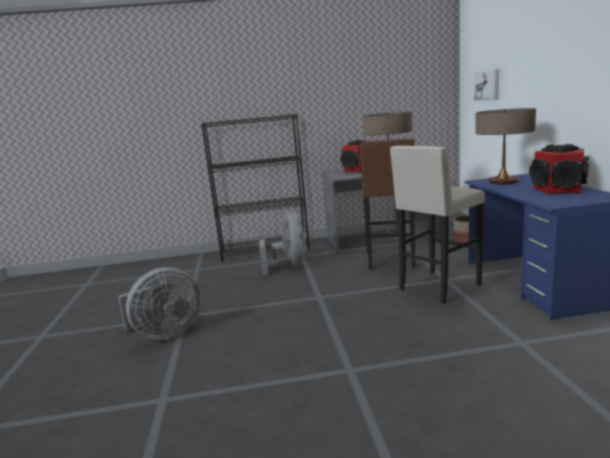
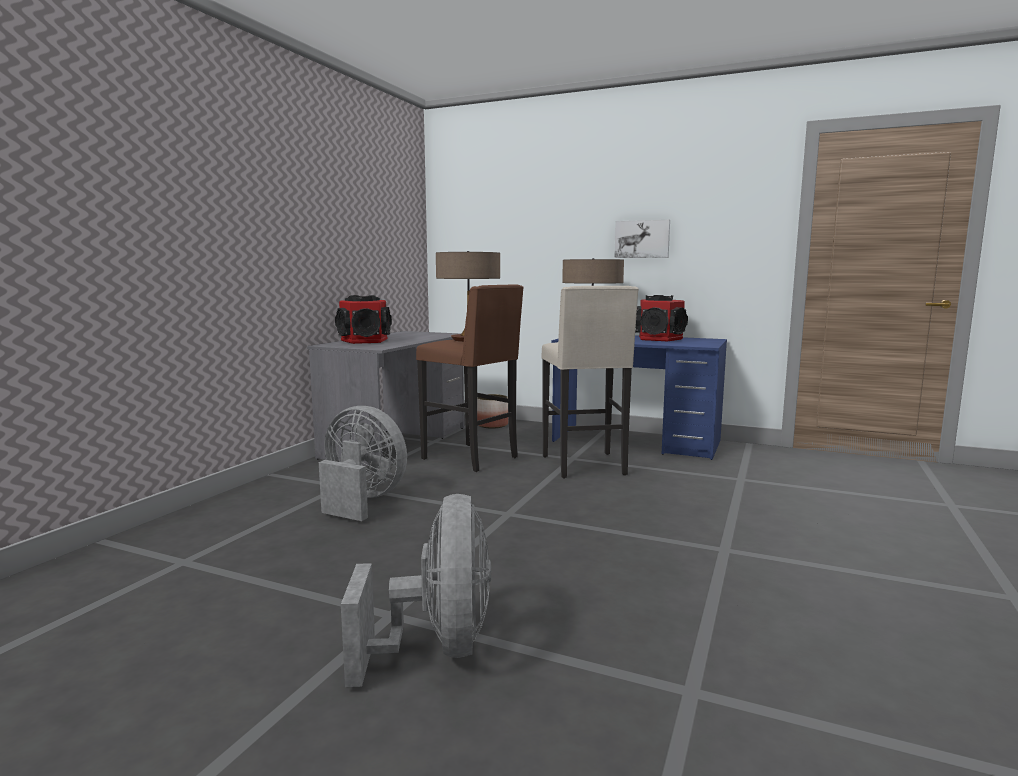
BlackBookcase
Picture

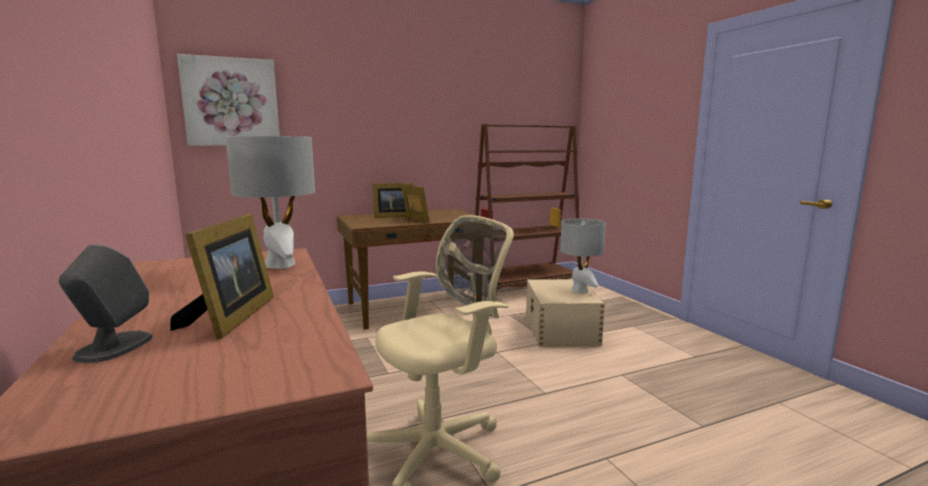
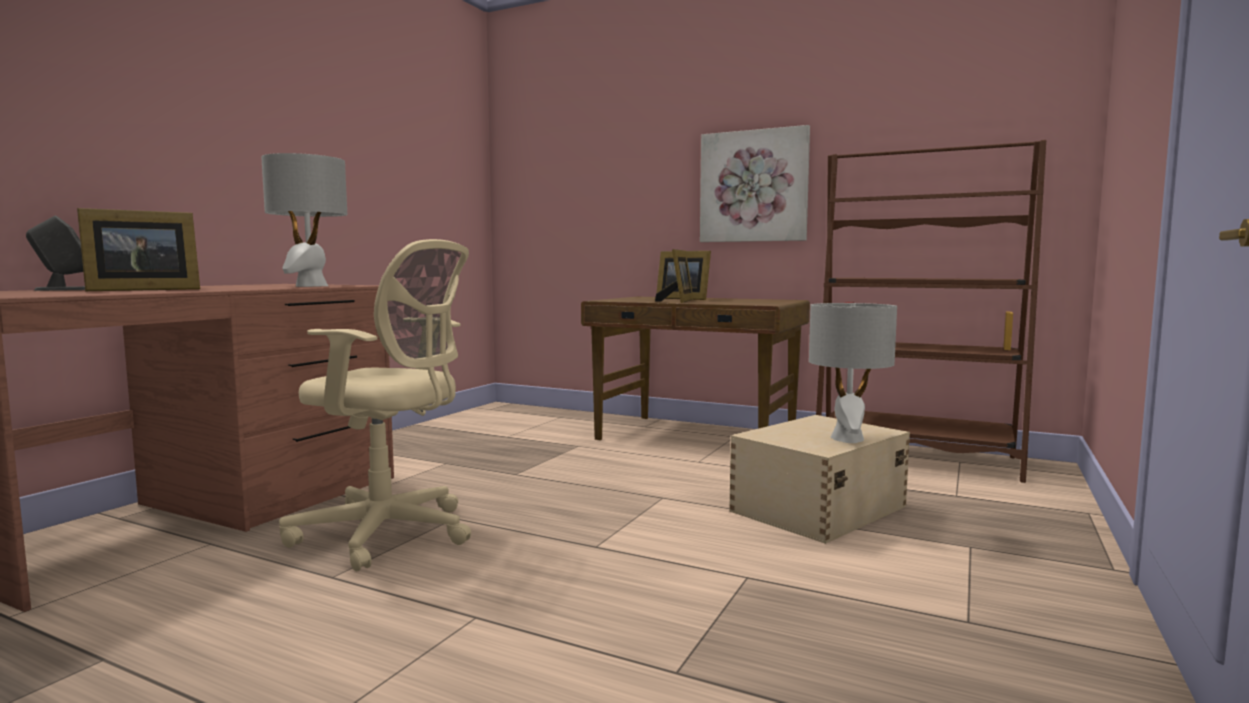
Picture

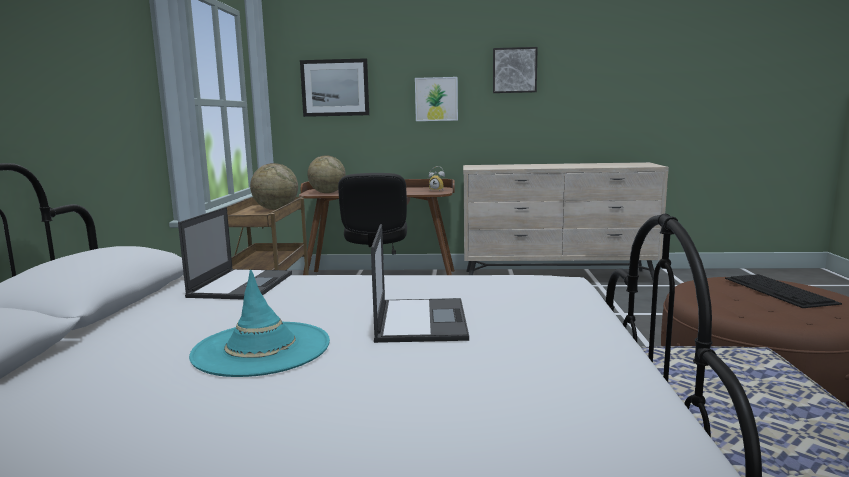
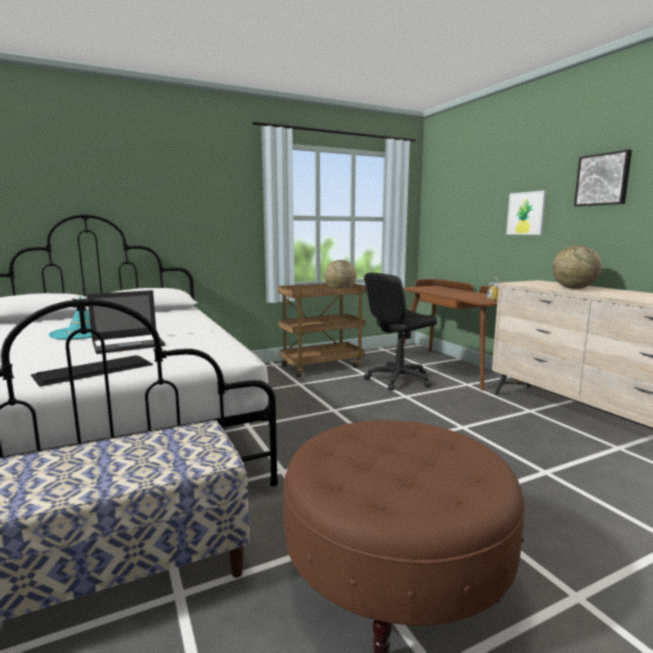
Laptop (no. 1 from left in the first image)
Picture (no. 1 from left in the first image)
Globe (no. 2 from left)
Keyboard

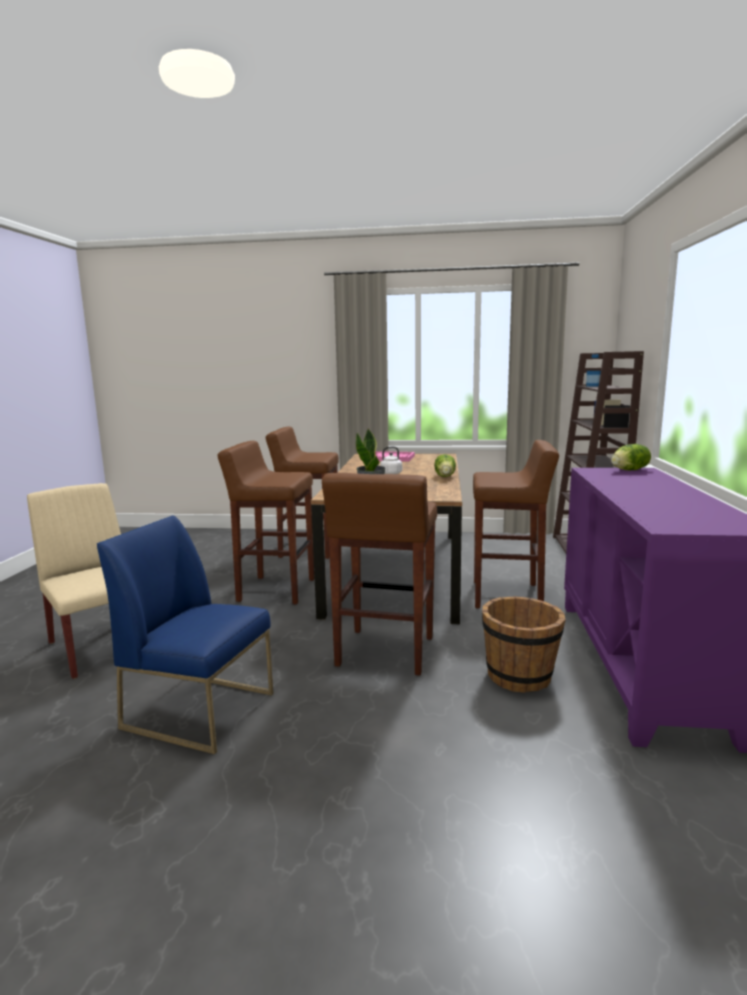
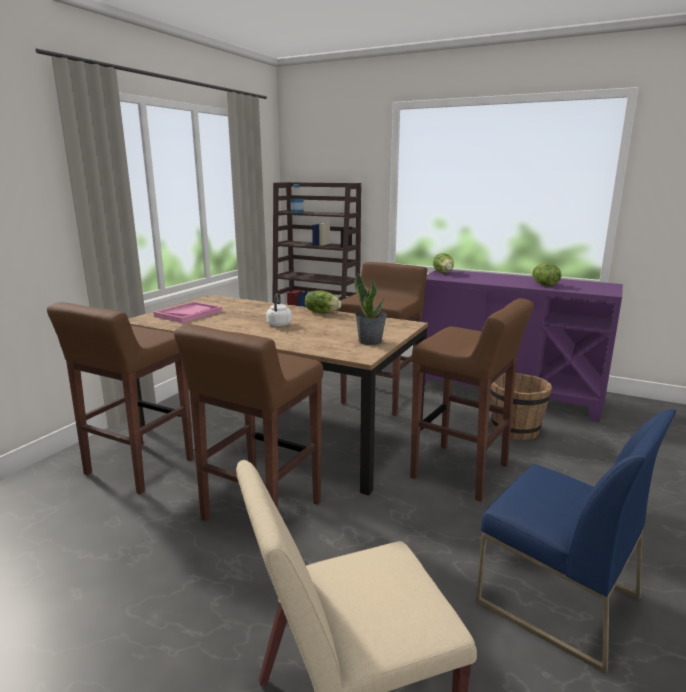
Lettuce (no. 3 from left)
BlueChair

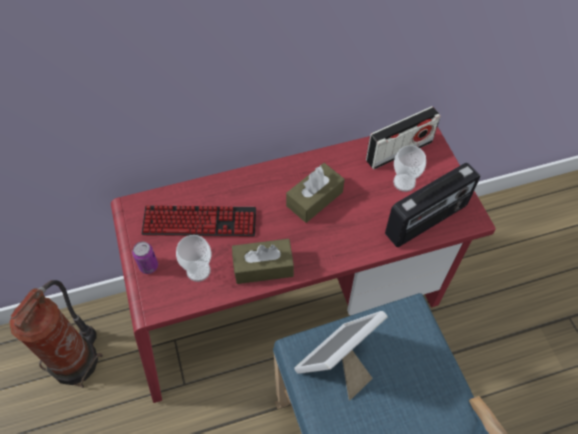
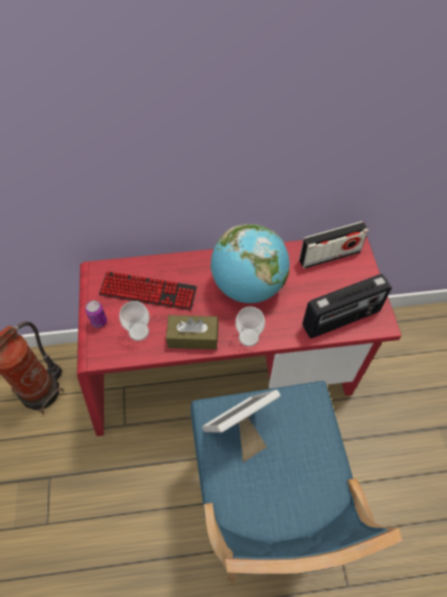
Cup (no. 2 from left)
Globe

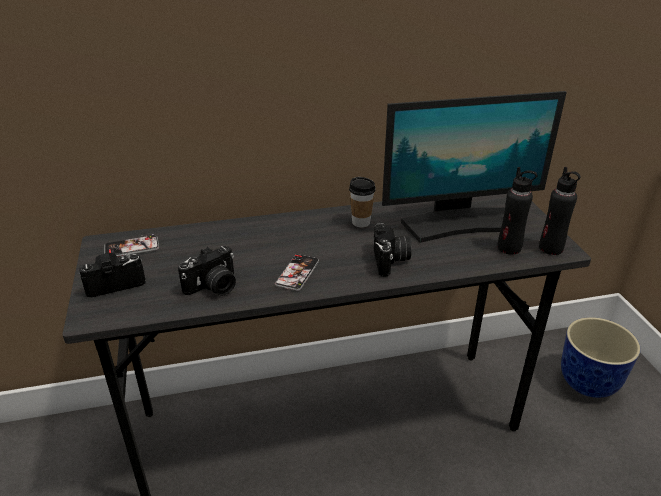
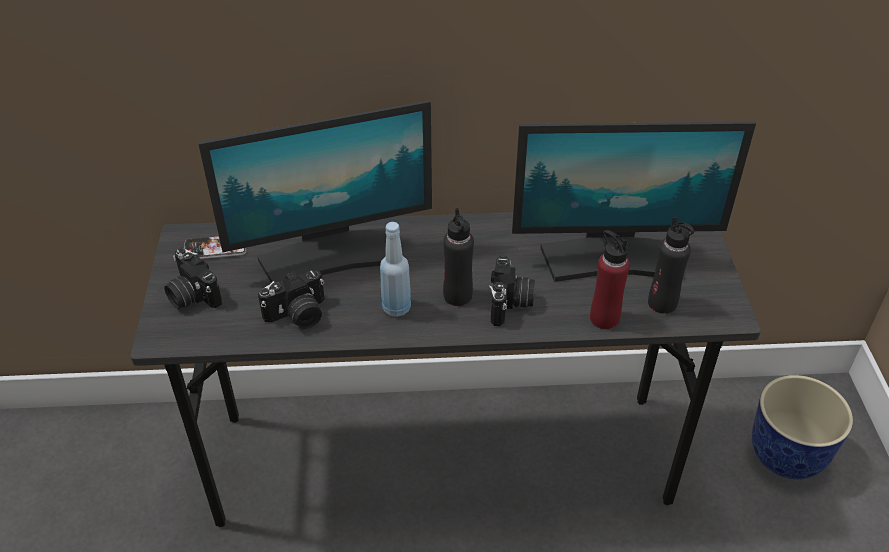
Cup
Monitor (no. 1 from left)
RedBottle
BlackBottle (no. 1 from left)
BlueBottle
PhotoCamera (no. 1 from left)

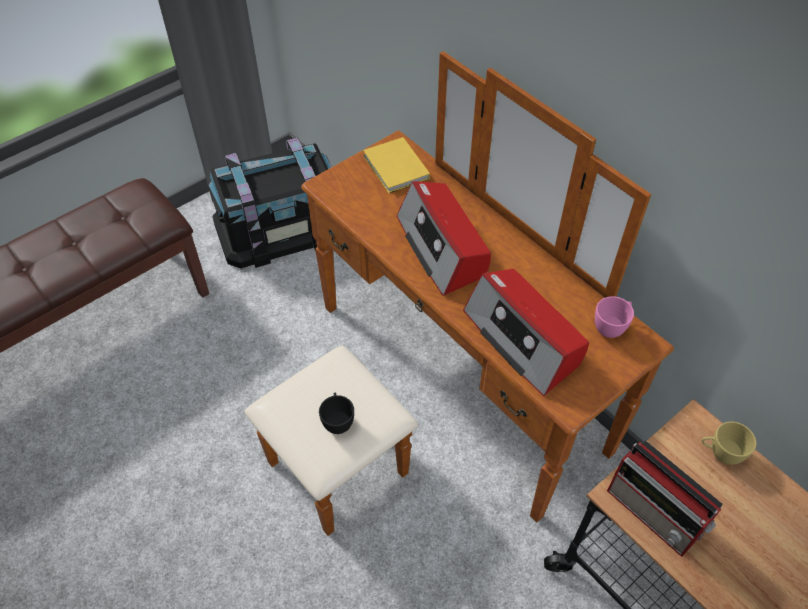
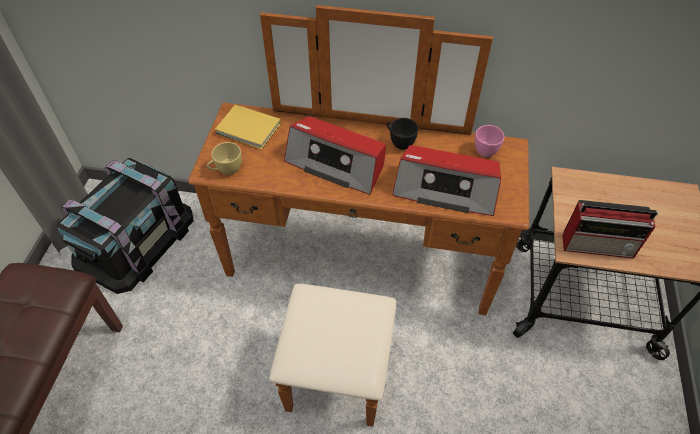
BlackCup
YellowCup

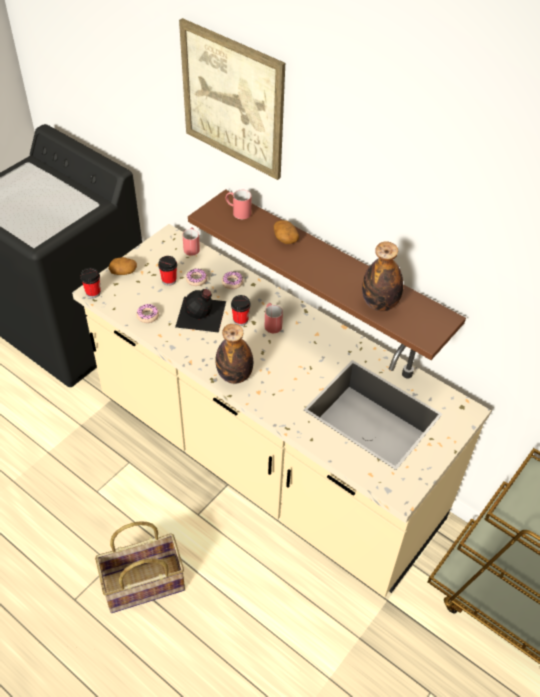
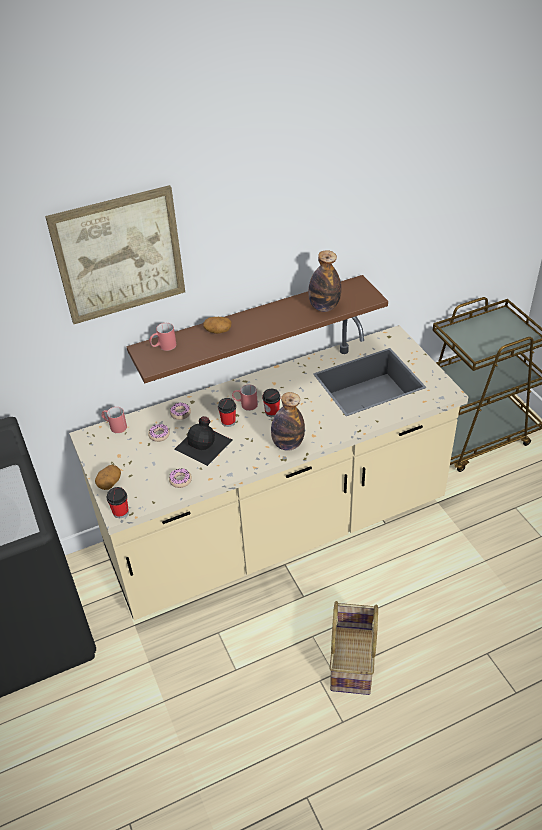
Cup (no. 3 from left)

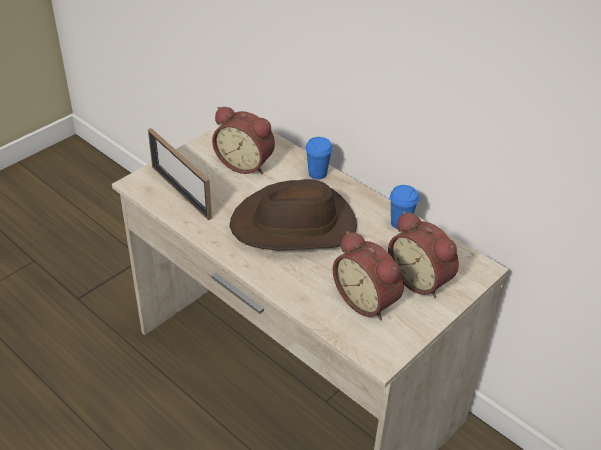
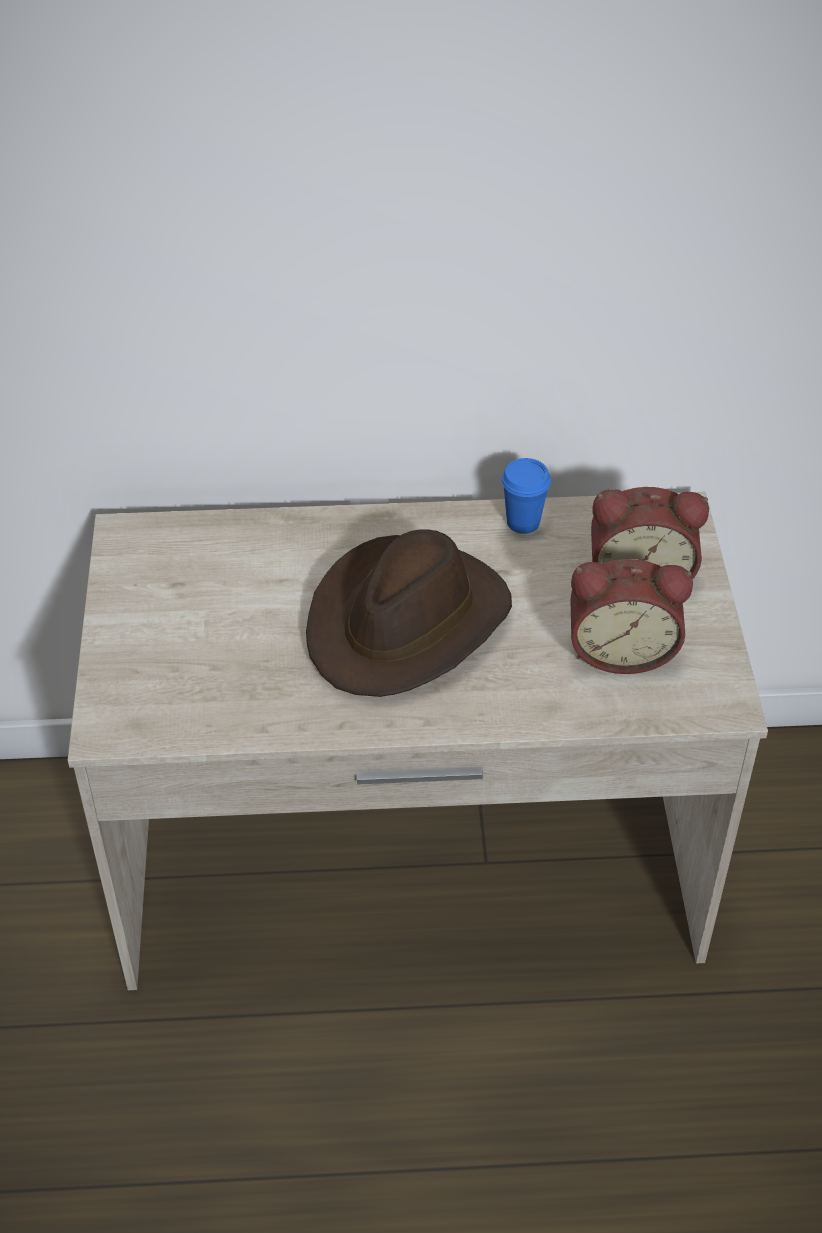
PictureFrame
AlarmClock (no. 1 from left in the first image)
BlueCup (no. 1 from left in the first image)

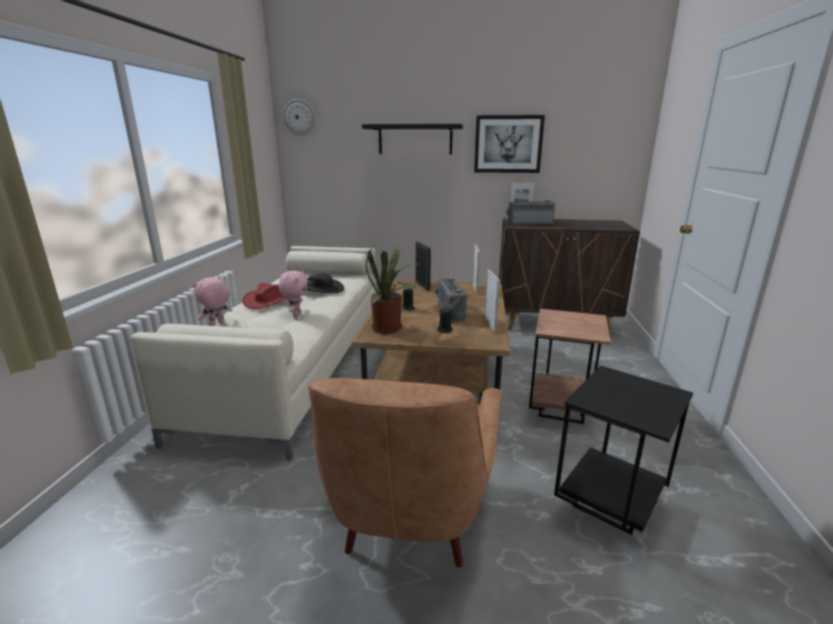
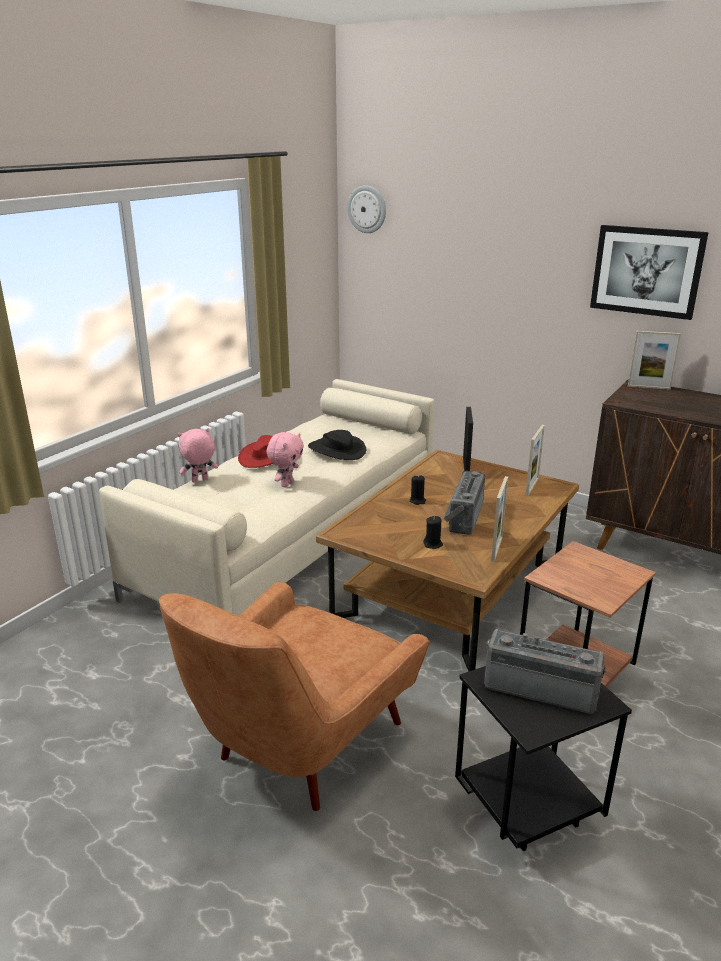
BlackShelf
PottedPlant
Radio (no. 2 from left)

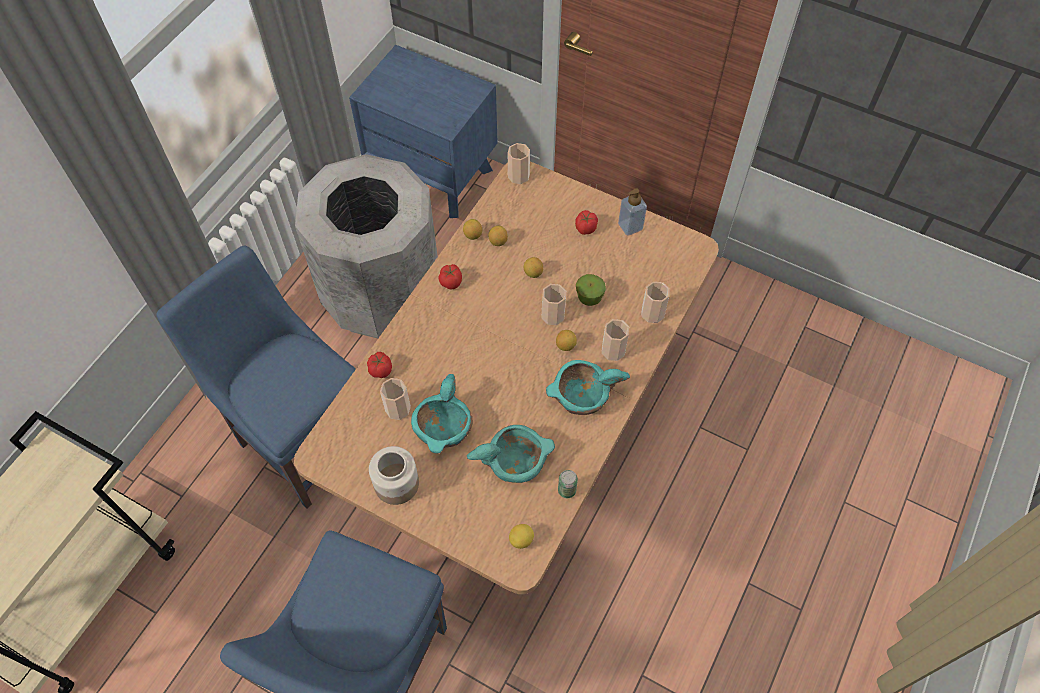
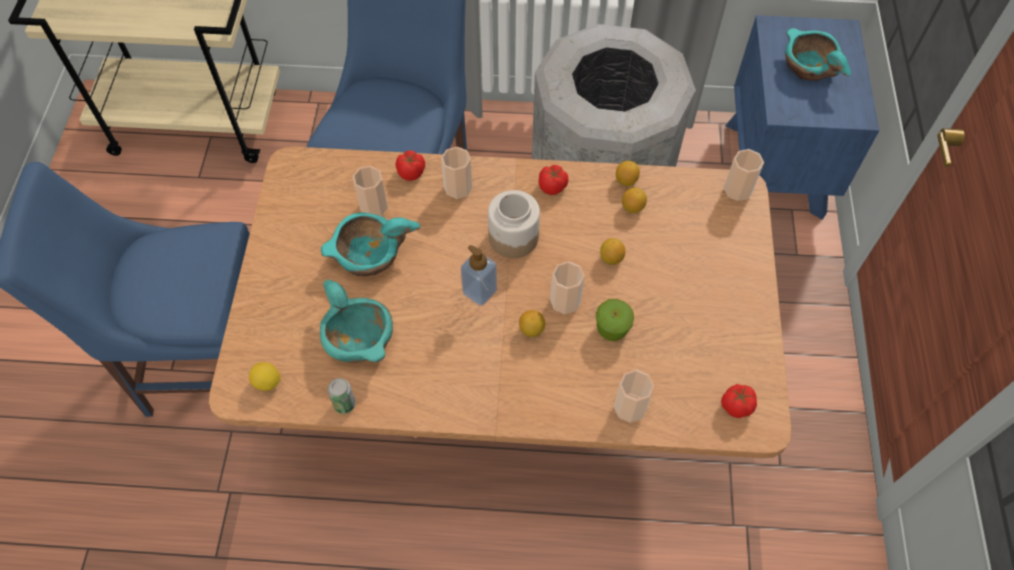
Jar
TurquoiseBowl (no. 3 from left)
Tomato (no. 3 from left)
Cup (no. 2 from left)
SoapDispenser

